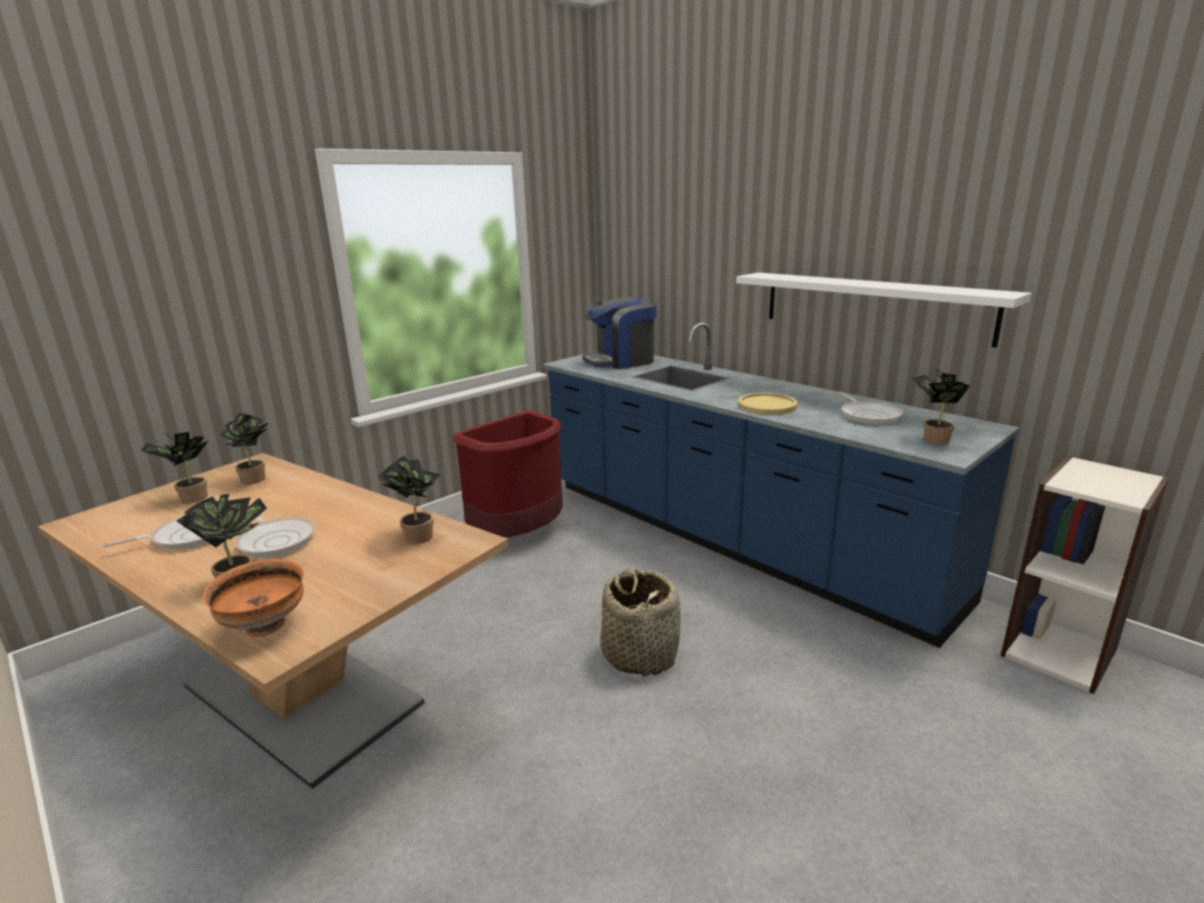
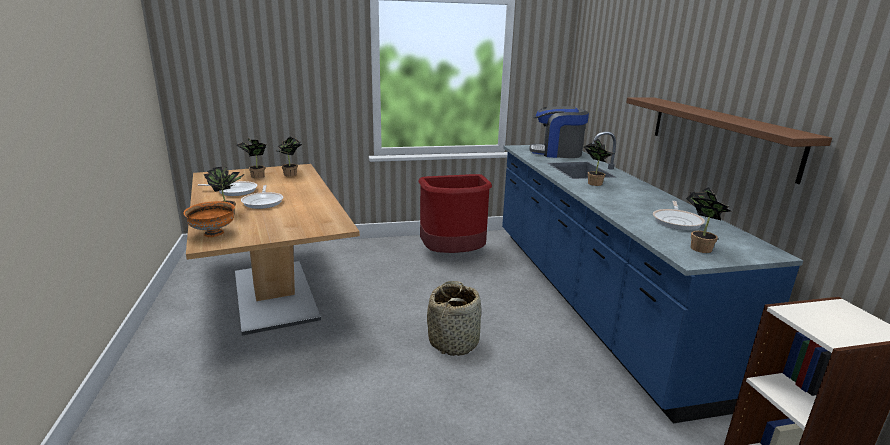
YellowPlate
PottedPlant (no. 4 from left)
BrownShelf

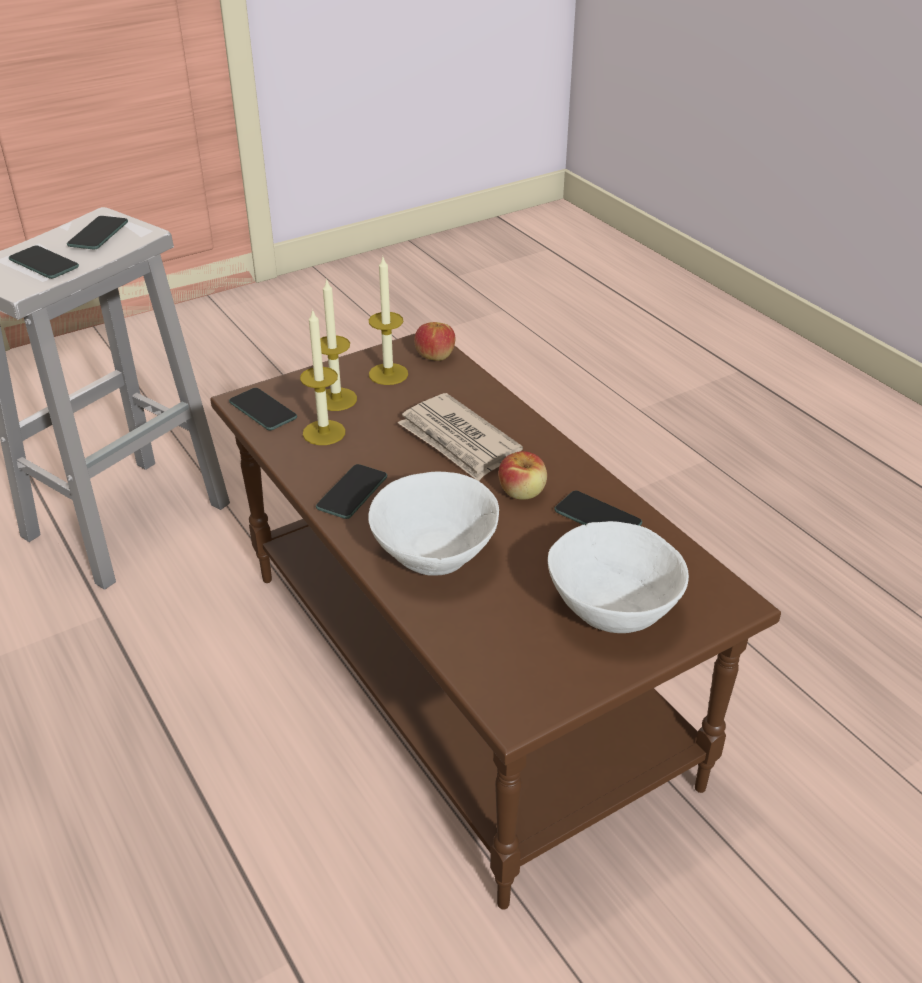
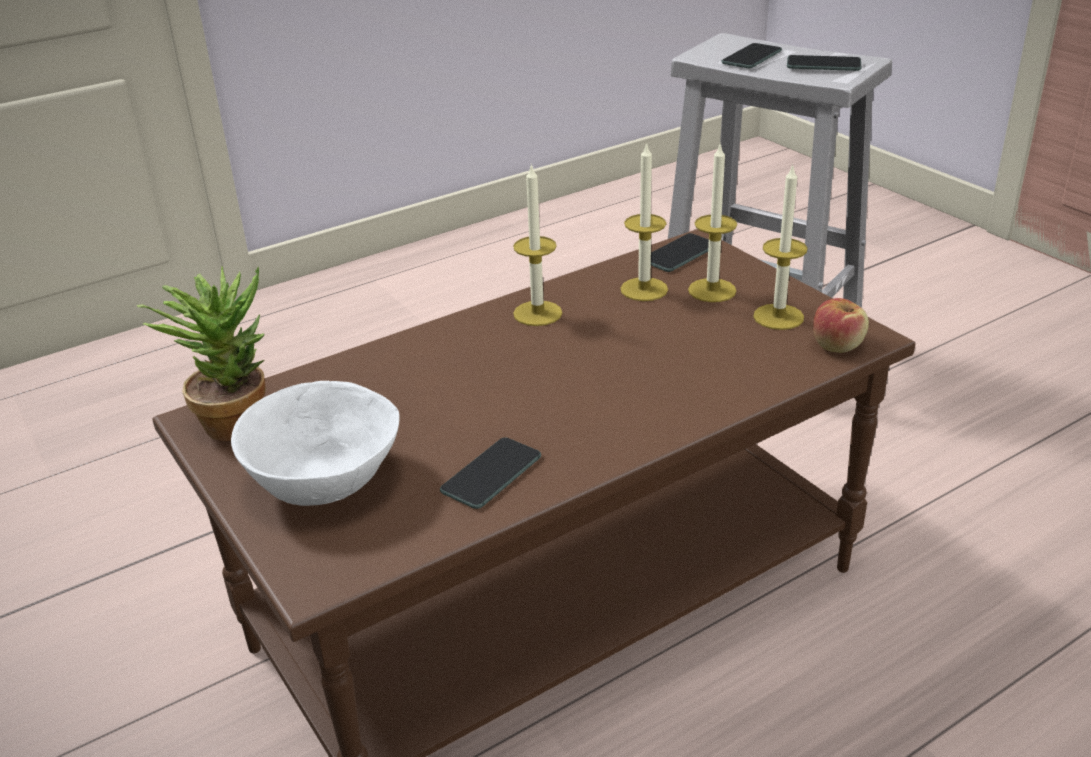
WhiteBowl (no. 1 from left in the first image)
Newspaper
Apple (no. 2 from left in the first image)
PottedPlant
Candle (no. 1 from left)

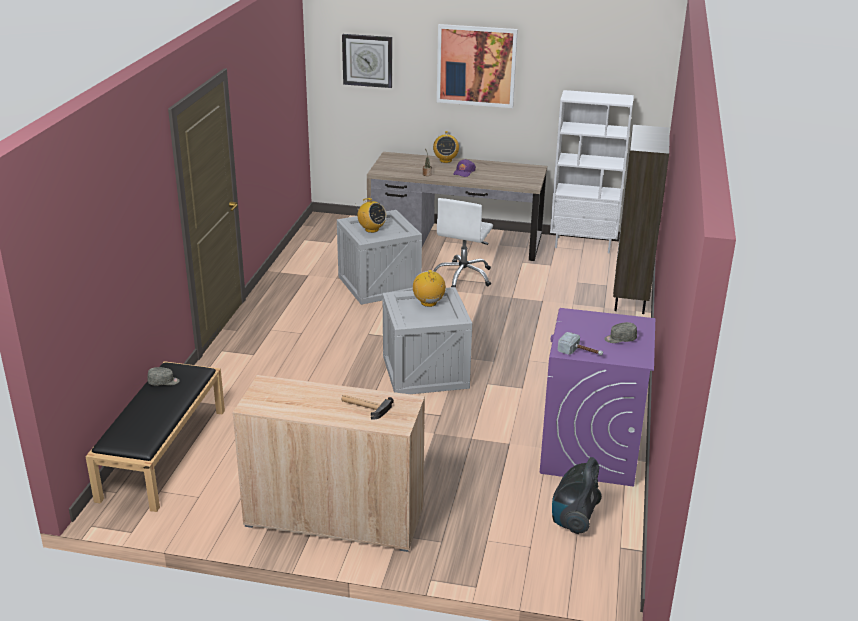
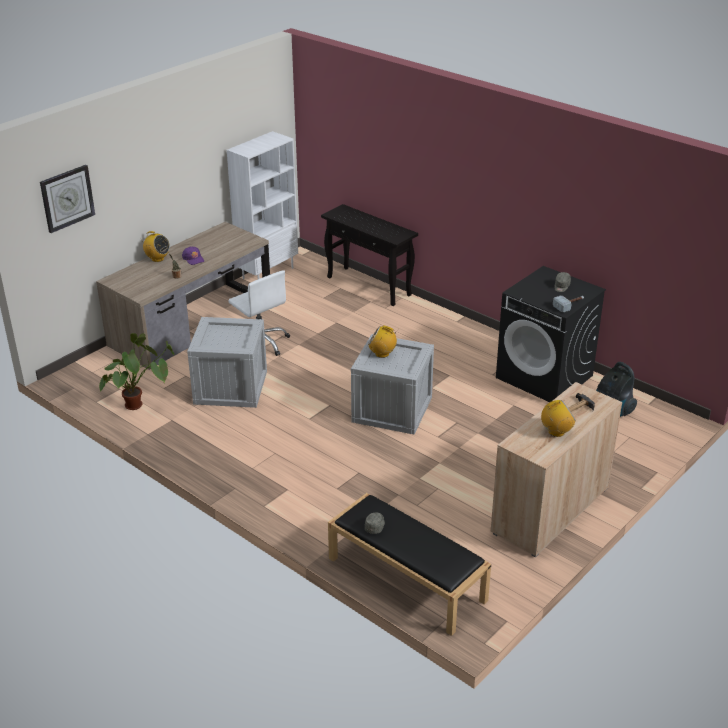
Picture
PottedPlant (no. 1 from left)
Radio (no. 3 from left)
BlackConsoleTable
BlackWashingMachine

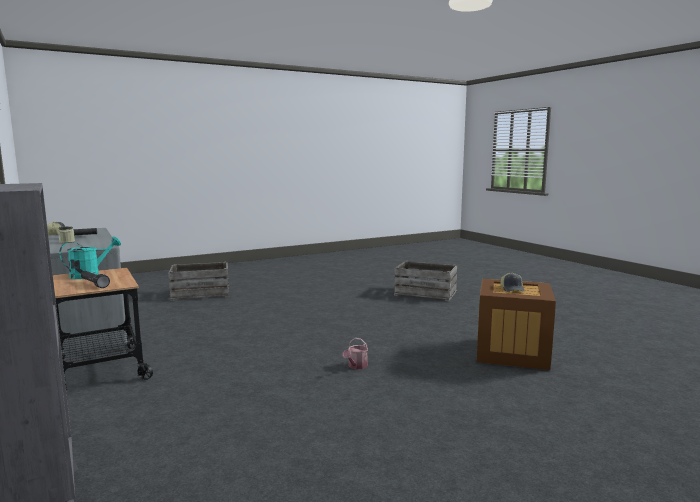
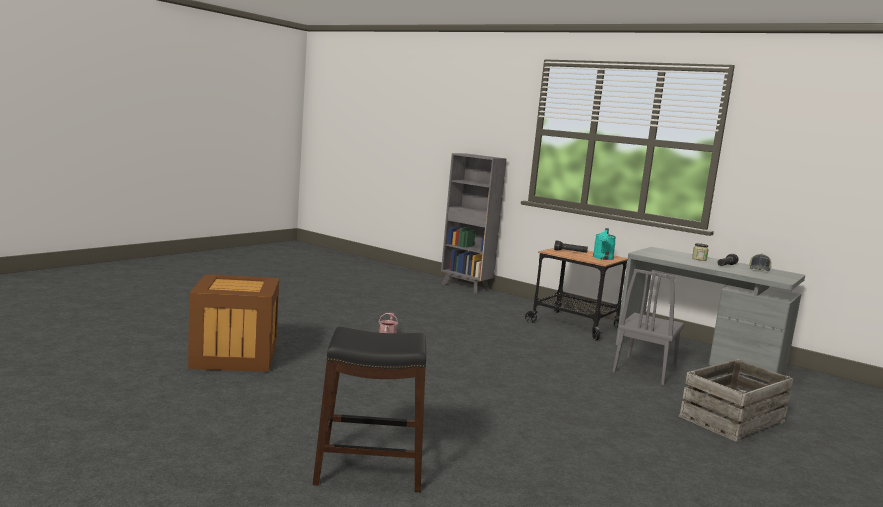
Cap (no. 2 from left in the first image)
GreyChair
BlackStool

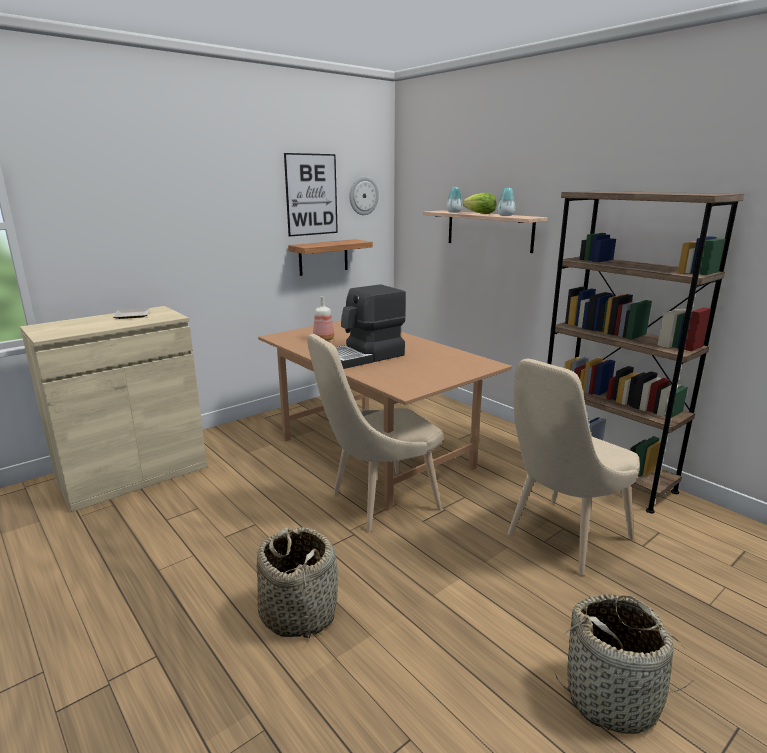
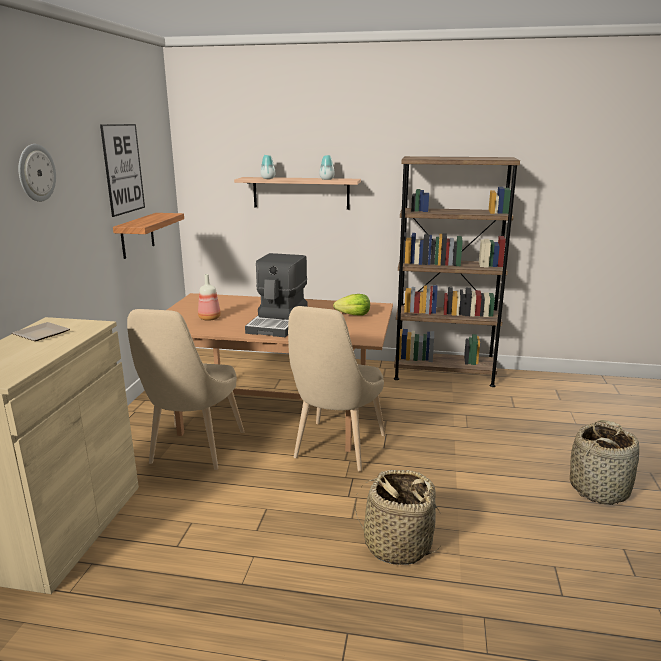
WallClock
Lettuce
BeigeChair (no. 1 from left)

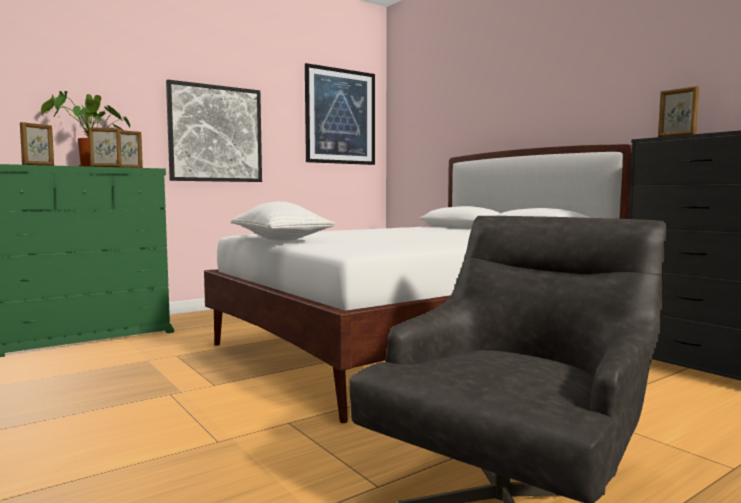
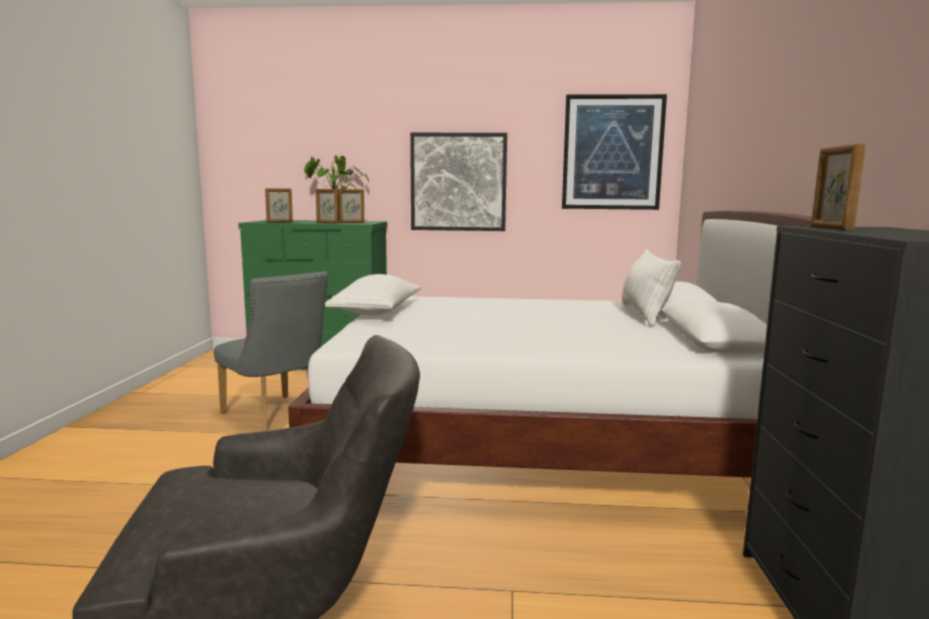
GreyChair
WhitePillow (no. 2 from left)

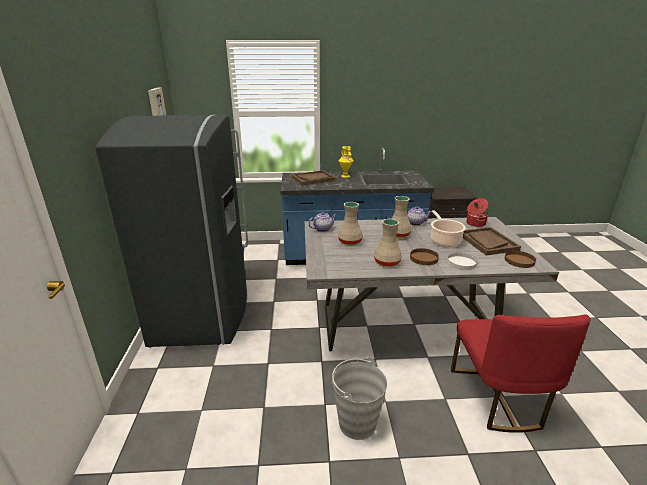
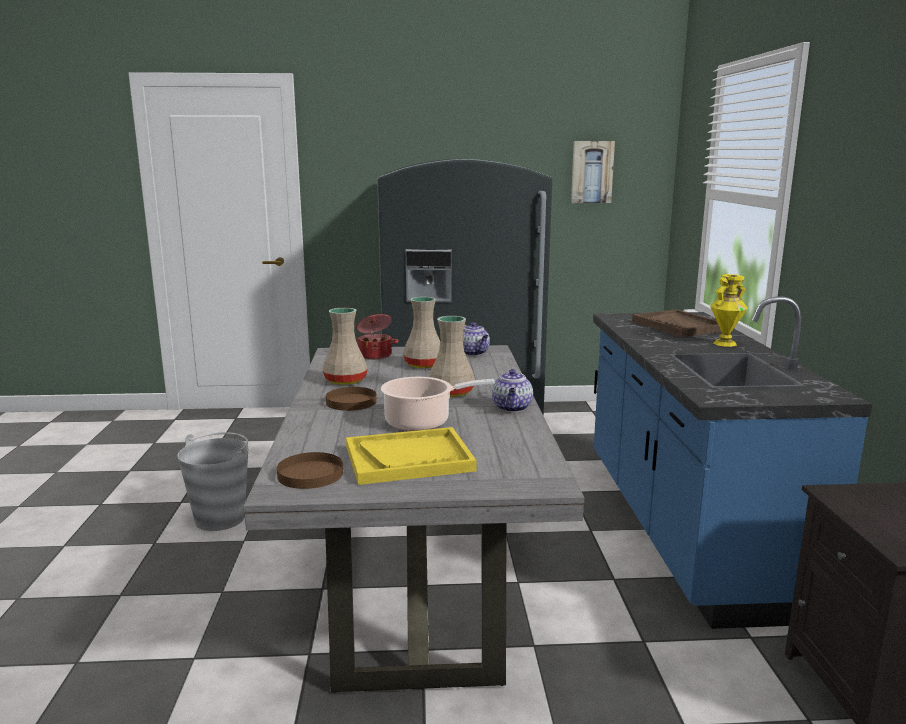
WhitePlate
RedChair
CookingPot (no. 1 from left)
YellowTray

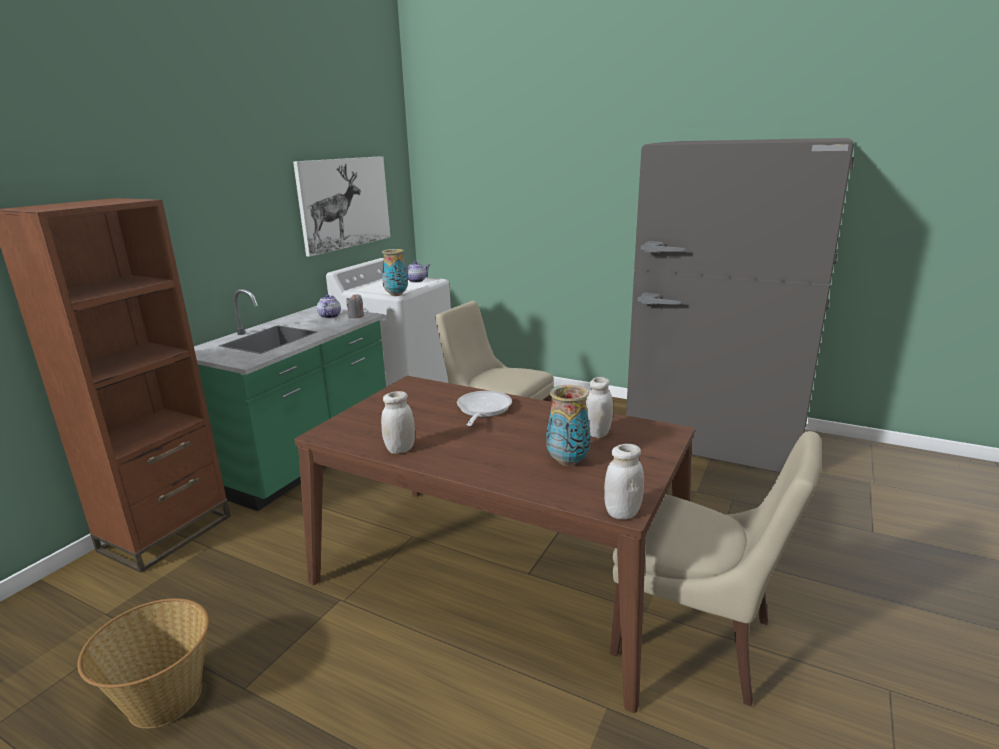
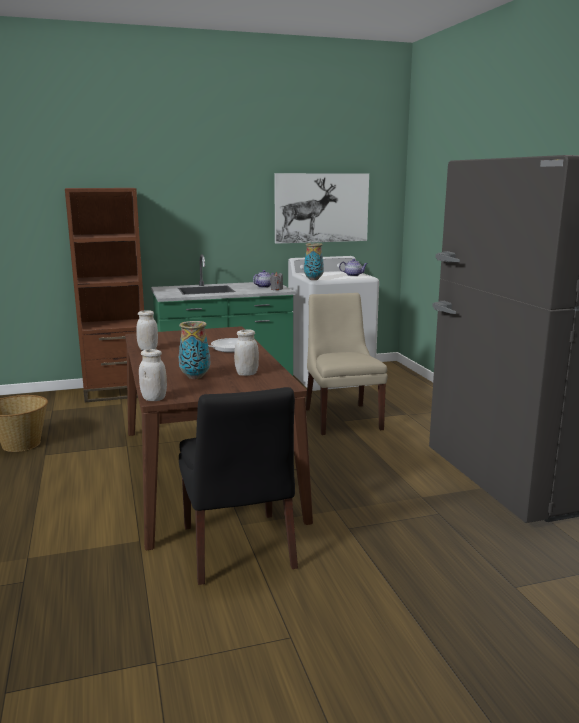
BlackChair

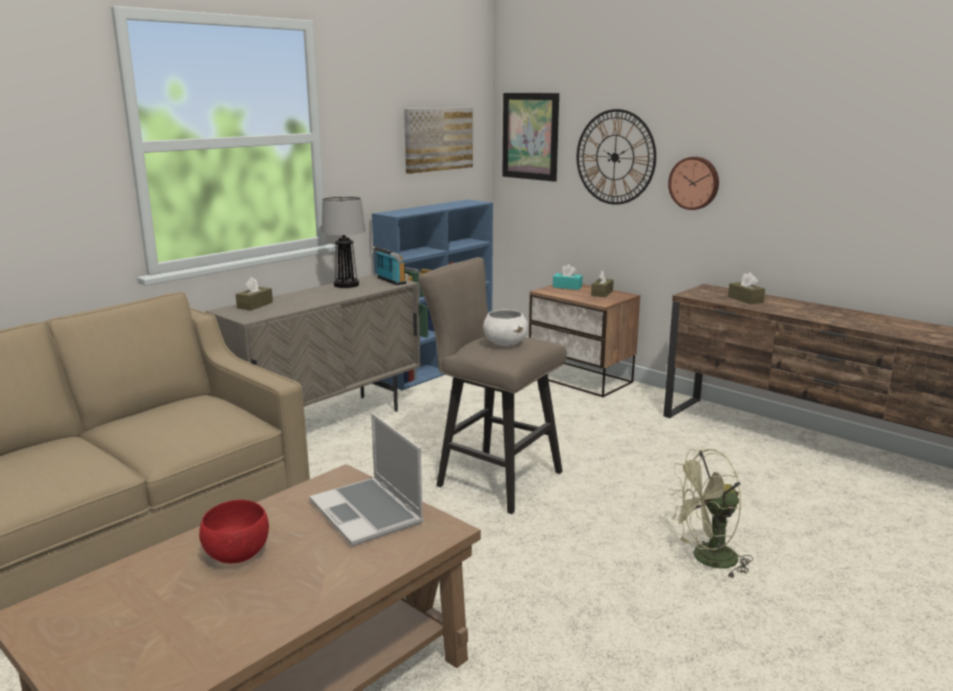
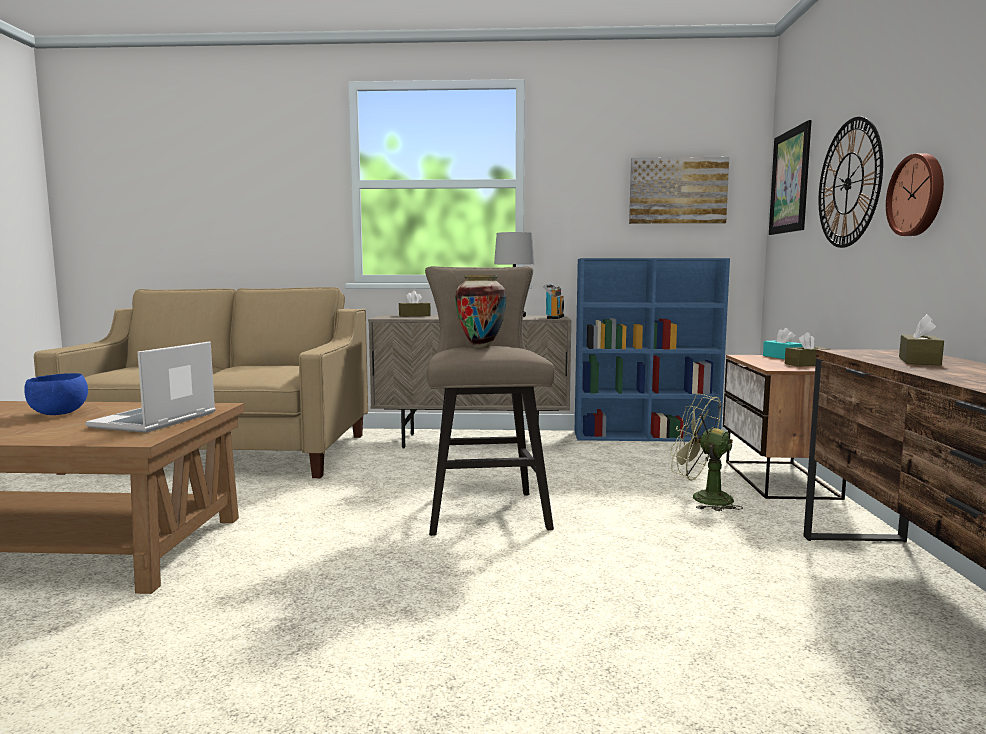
GreenFan
Vase
BlueBowl

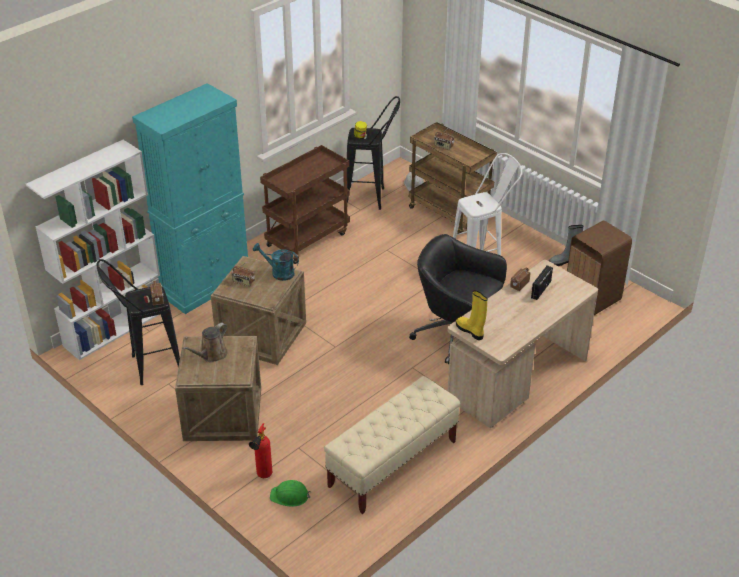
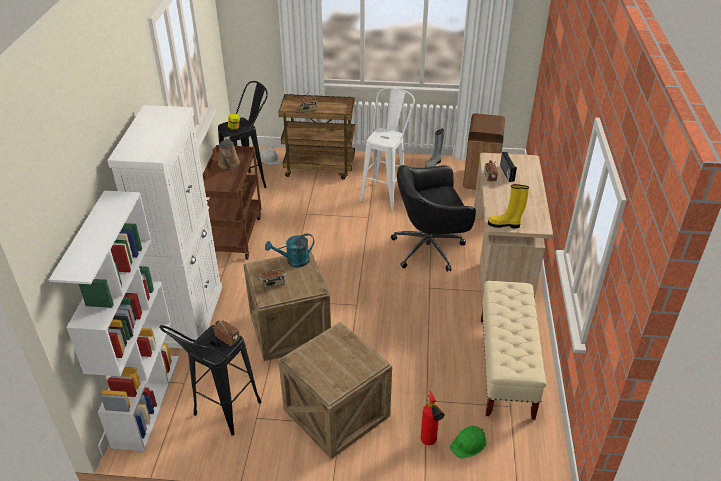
BrownWateringCan
WhiteCabinet

